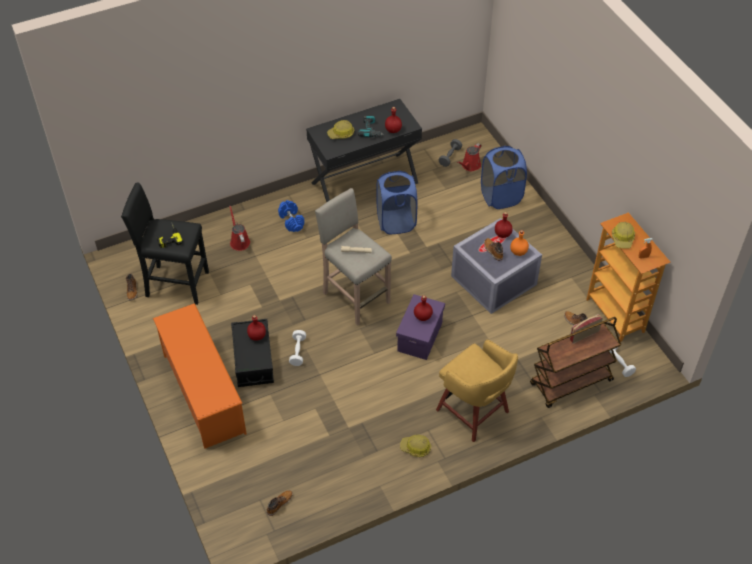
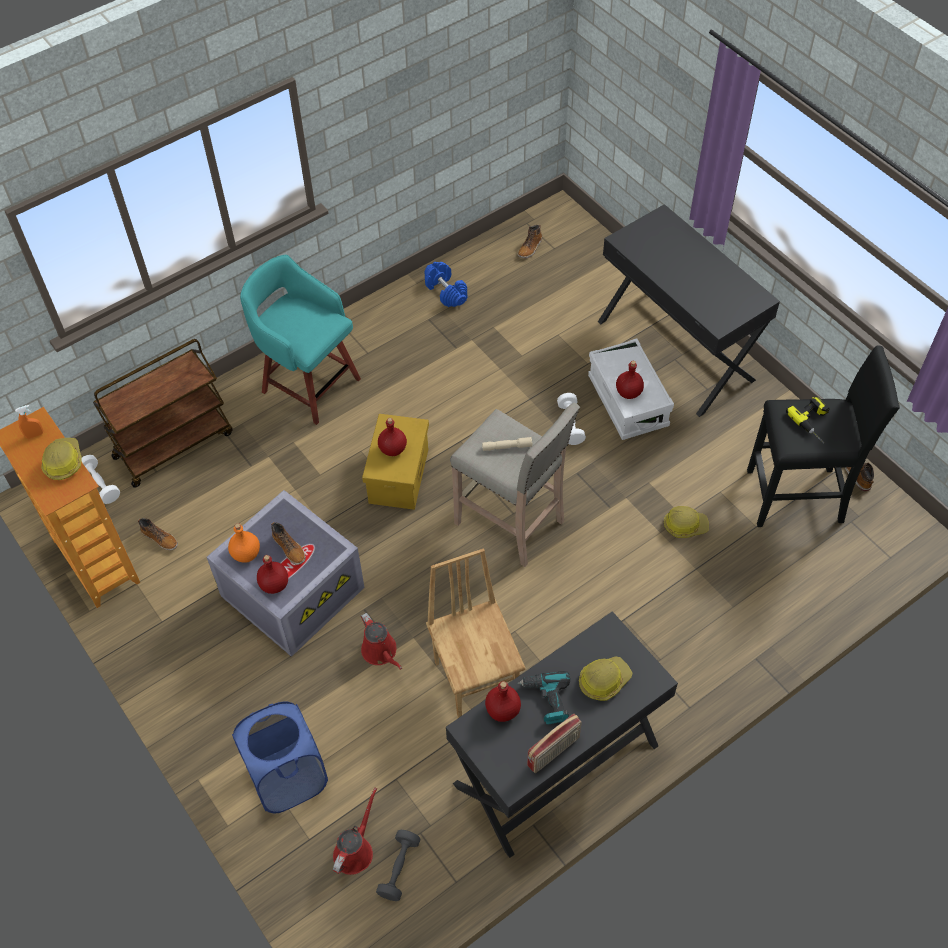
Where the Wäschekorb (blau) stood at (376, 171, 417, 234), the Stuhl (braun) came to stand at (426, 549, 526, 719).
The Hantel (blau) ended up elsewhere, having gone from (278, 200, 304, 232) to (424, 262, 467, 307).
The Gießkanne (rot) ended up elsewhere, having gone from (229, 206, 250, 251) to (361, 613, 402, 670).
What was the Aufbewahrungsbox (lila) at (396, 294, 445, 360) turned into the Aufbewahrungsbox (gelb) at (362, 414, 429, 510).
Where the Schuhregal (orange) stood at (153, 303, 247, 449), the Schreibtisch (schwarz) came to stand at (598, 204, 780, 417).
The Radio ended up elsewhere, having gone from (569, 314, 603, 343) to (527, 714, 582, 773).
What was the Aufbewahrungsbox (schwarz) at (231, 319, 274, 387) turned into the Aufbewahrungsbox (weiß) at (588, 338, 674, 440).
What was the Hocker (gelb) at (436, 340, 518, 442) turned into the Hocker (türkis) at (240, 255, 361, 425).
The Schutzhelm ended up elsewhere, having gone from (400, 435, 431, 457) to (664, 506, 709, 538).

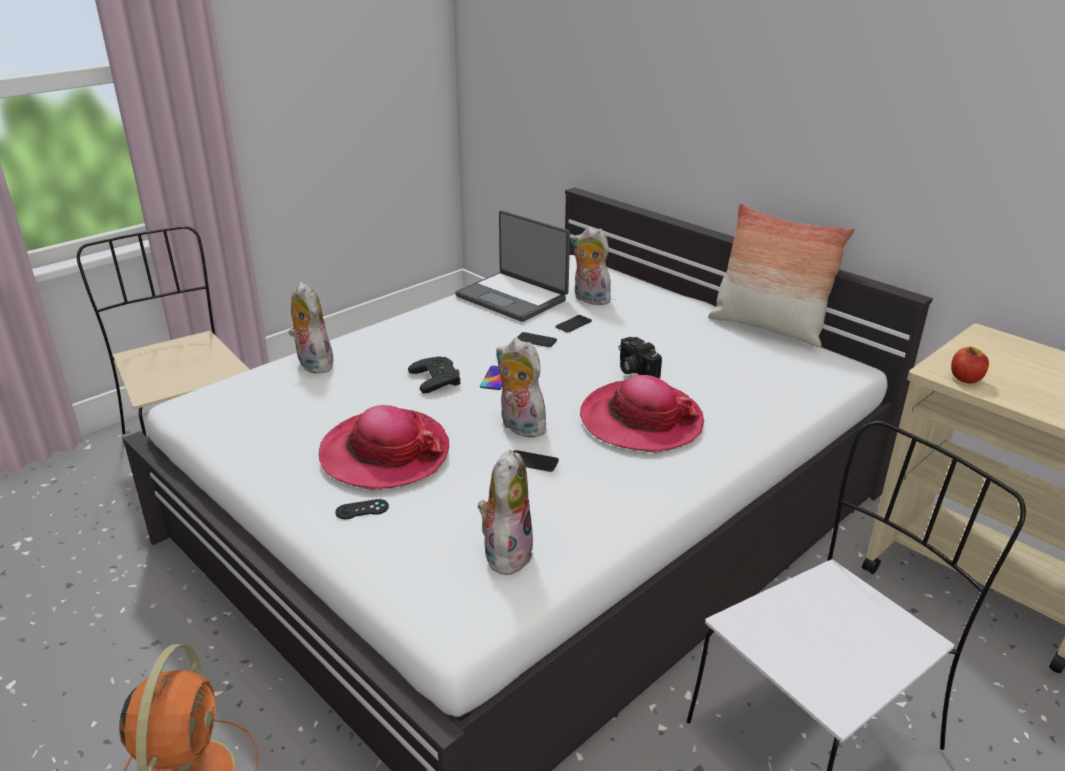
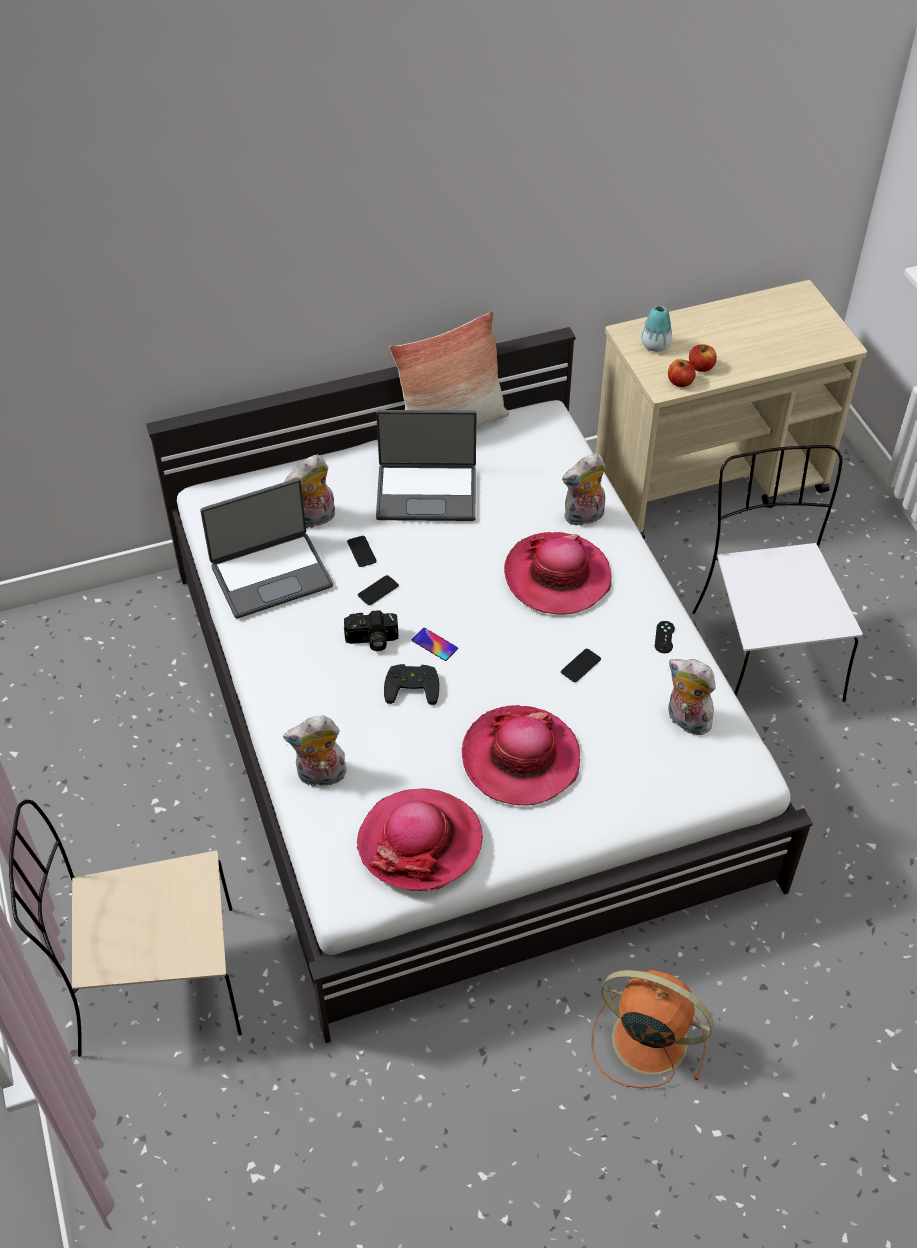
The Kamera ended up elsewhere, having gone from (618, 337, 662, 378) to (344, 610, 398, 651).
The Plüschtier ended up elsewhere, having gone from (496, 338, 550, 438) to (562, 453, 605, 527).
The Gamepad (schwarz) ended up elsewhere, having gone from (335, 499, 389, 519) to (655, 621, 675, 653).
The second view gained the Vase at (641, 306, 672, 352).
The second view gained the Apfel at (689, 344, 717, 372).
The second view gained the Laptop at (376, 410, 477, 521).
The second view gained the Hut at (357, 789, 483, 891).

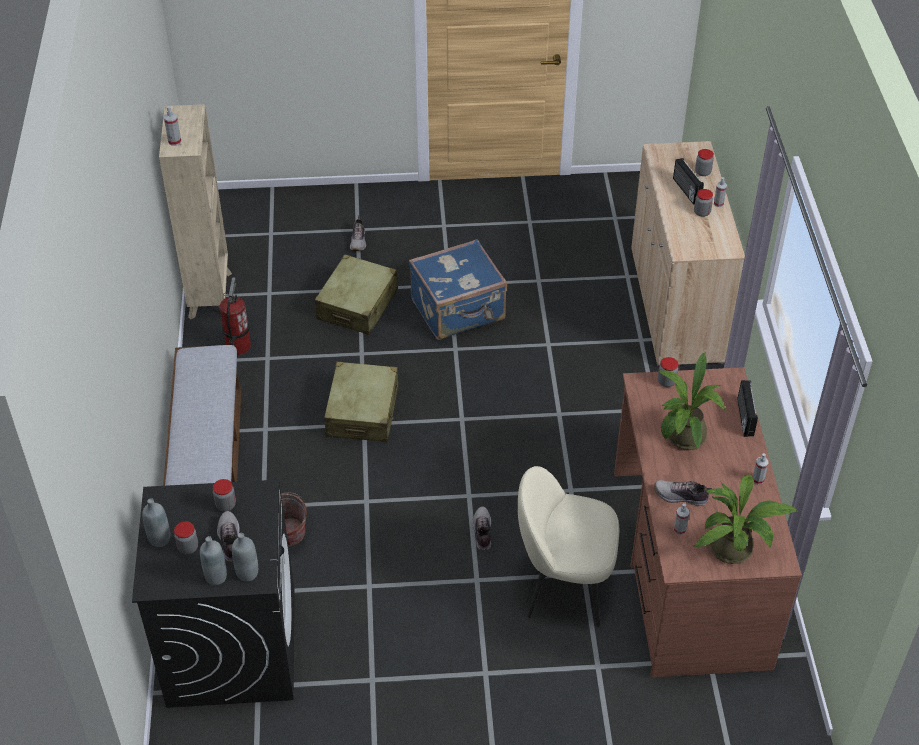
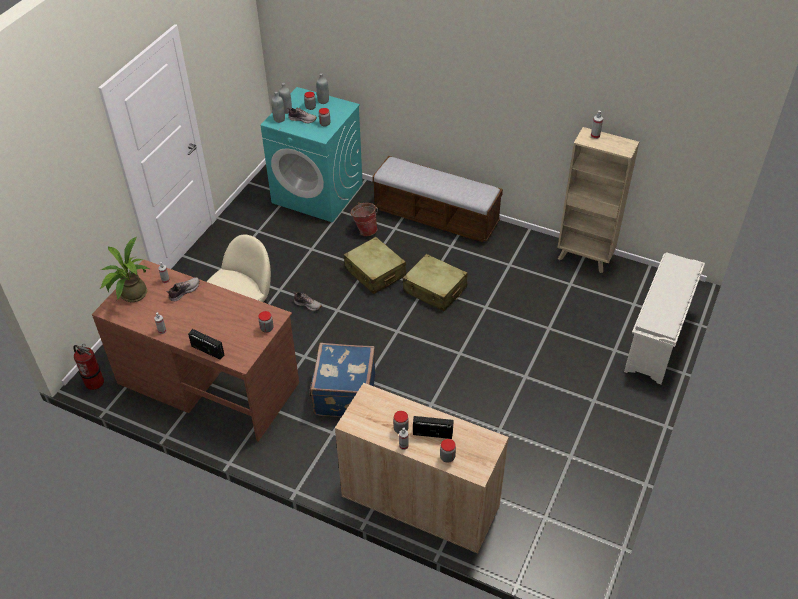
The second view lost the Schuh at (350, 215, 366, 251).
The Koffer (blau) ended up elsewhere, having gone from (409, 239, 507, 340) to (309, 343, 376, 417).
The Koffer (beige) ended up elsewhere, having gone from (315, 254, 398, 335) to (344, 237, 406, 294).
The Feuerlöscher ended up elsewhere, having gone from (220, 277, 251, 356) to (73, 344, 104, 390).
The second view lost the Topfpflanze at (659, 352, 725, 450).
What was the Waschmaschine (schwarz) at (132, 480, 295, 708) turned into the Waschmaschine (türkis) at (261, 87, 363, 223).
The second view gained the Schuhregal (weiß) at (624, 253, 705, 384).

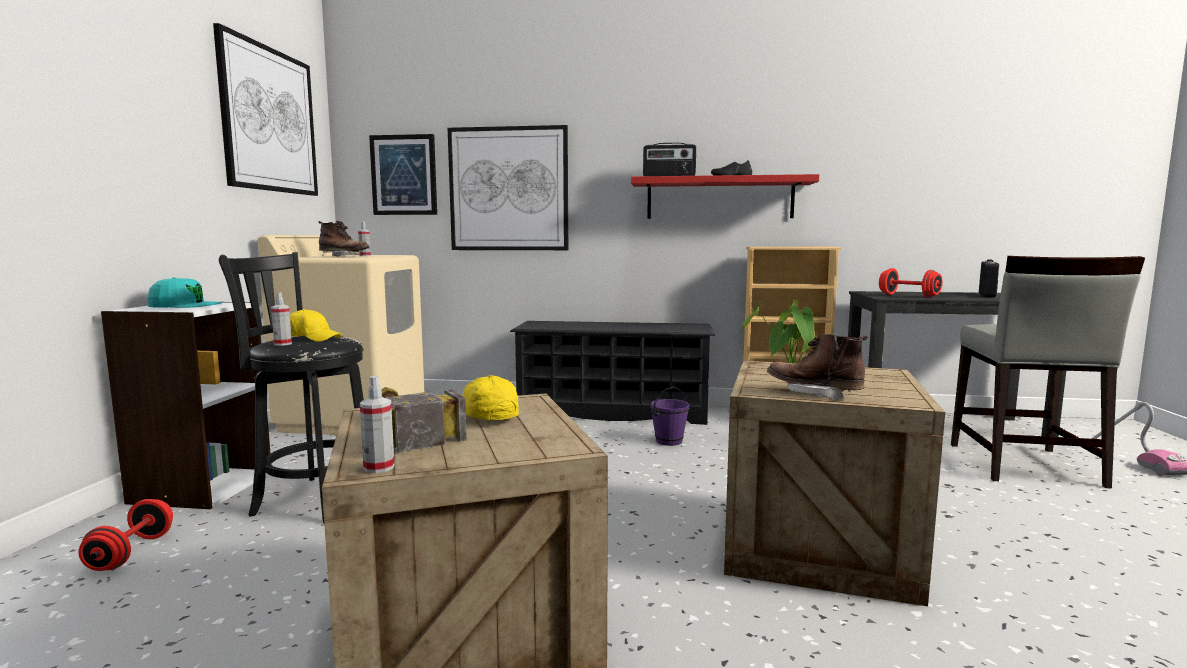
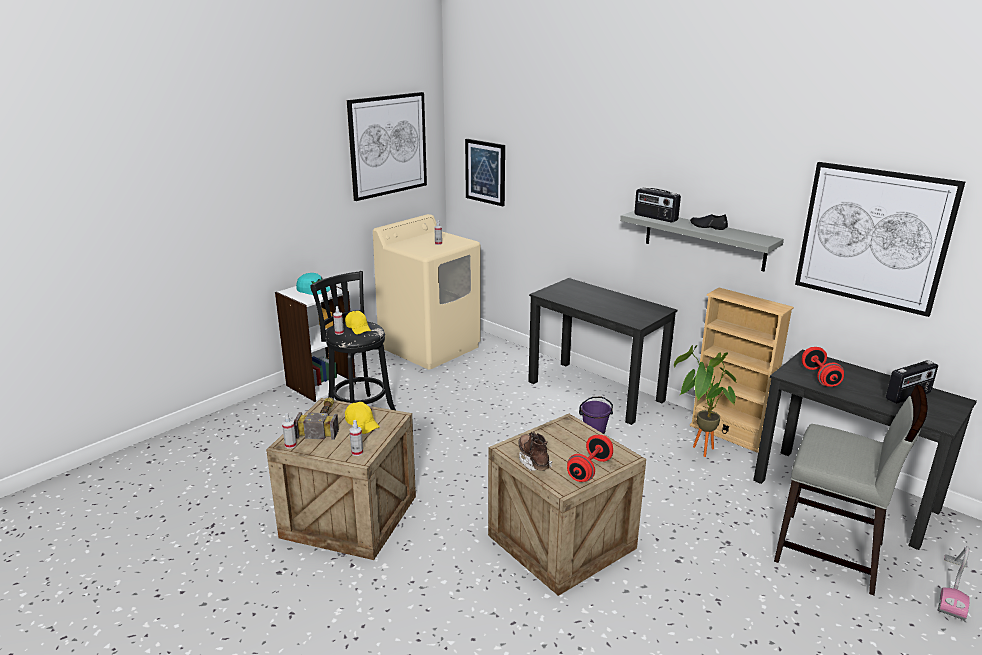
The Bild ended up elsewhere, having gone from (448, 125, 568, 250) to (795, 162, 965, 317).
What was the Wandregal (rot) at (631, 174, 819, 219) turned into the Wandregal (grau) at (620, 211, 784, 271).
The second view lost the Stiefel (braun) at (318, 221, 369, 257).
The Stuhl (grau) at (951, 256, 1145, 489) ended up facing another way, 105 degrees counterclockwise from before.
Where the Schuhregal (schwarz) stood at (510, 321, 715, 425), the Schreibtisch (schwarz) came to stand at (528, 278, 677, 425).
The Kappe (gelb) at (462, 375, 519, 420) ended up facing another way, 135 degrees clockwise from before.
The Hantel (rot) ended up elsewhere, having gone from (78, 499, 173, 571) to (567, 435, 613, 482).
The second view gained the Sprühflasche at (350, 420, 363, 456).

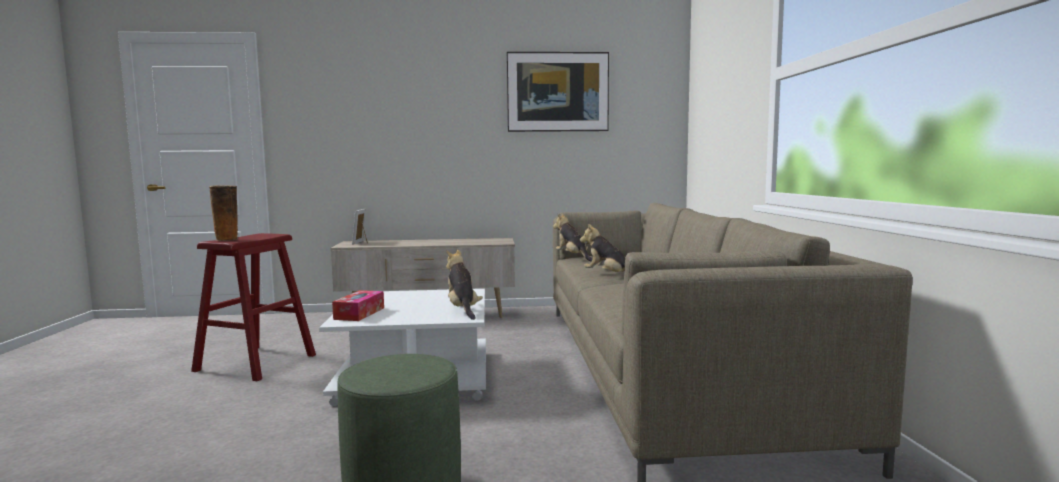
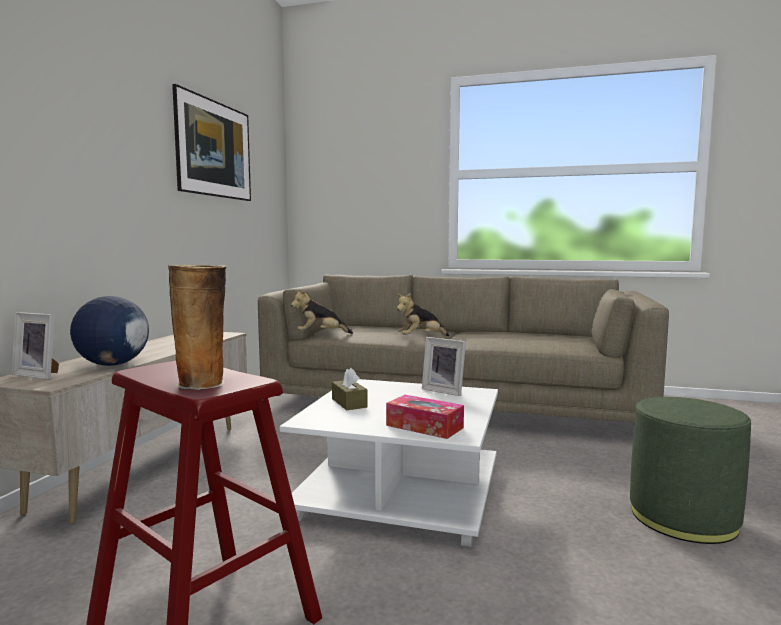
Where the Plüschtier stood at (446, 250, 483, 320), the Bilderrahmen came to stand at (422, 337, 466, 396).
The second view gained the Globus at (70, 296, 149, 366).
The second view gained the Taschentuchbox (braun) at (332, 368, 368, 410).

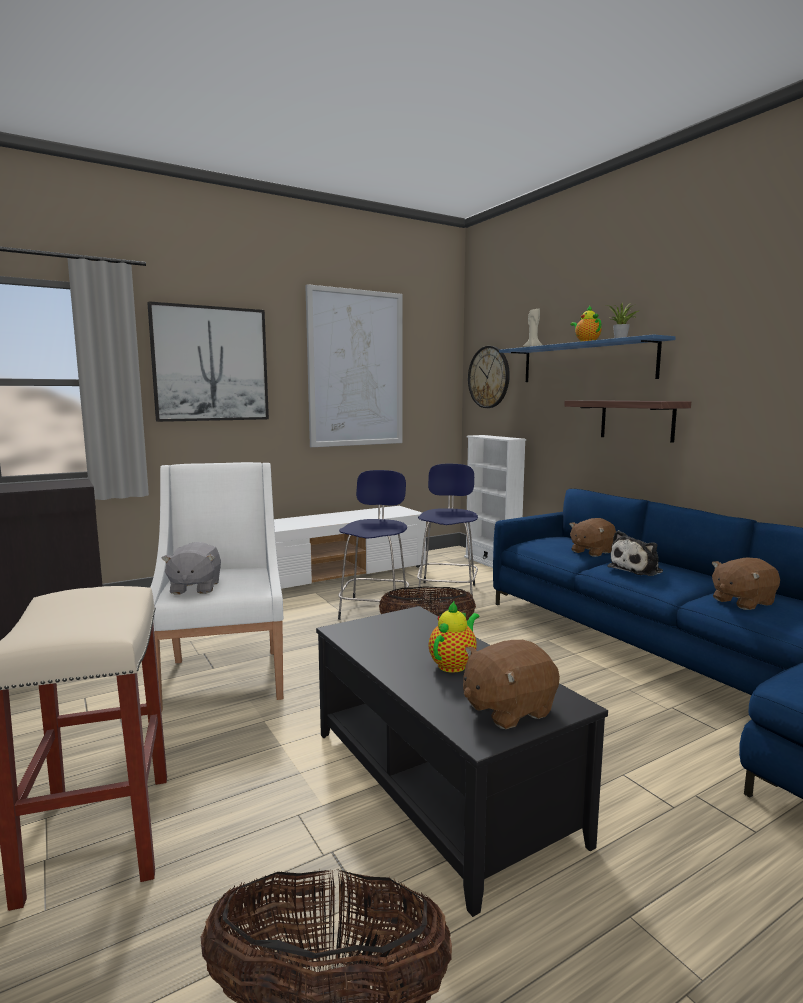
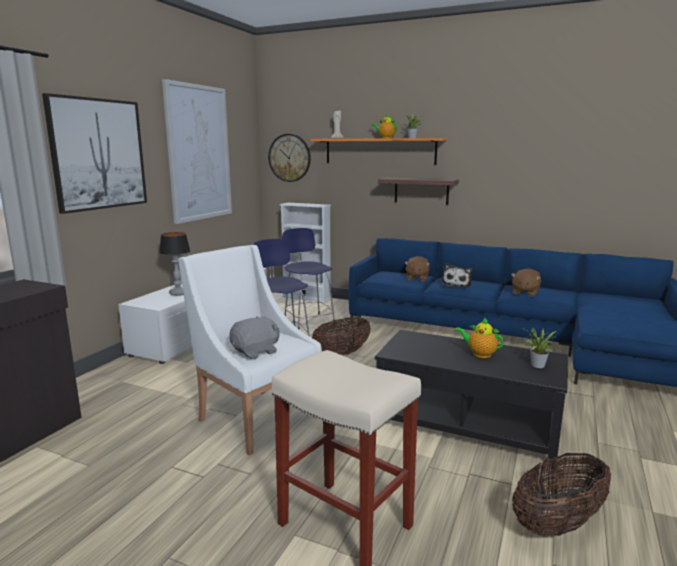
What was the Wandregal (blau) at (499, 334, 676, 382) turned into the Wandregal (orange) at (310, 138, 447, 165).
The Plüschtier (grau) at (161, 542, 221, 595) ended up facing another way, 90 degrees counterclockwise from before.
The Teekanne at (428, 601, 479, 673) ended up facing another way, 60 degrees counterclockwise from before.
Where the Plüschtier (braun) stood at (463, 640, 560, 729), the Topfpflanze came to stand at (522, 328, 557, 368).
The second view gained the Tischlampe at (159, 232, 191, 296).

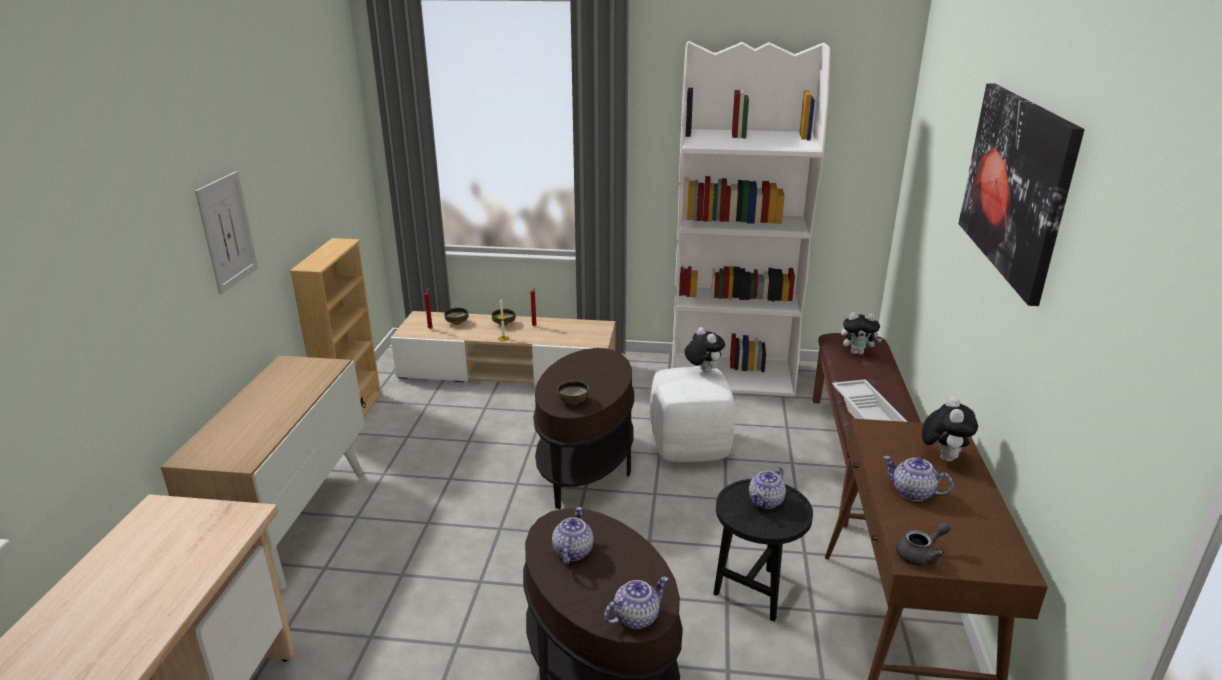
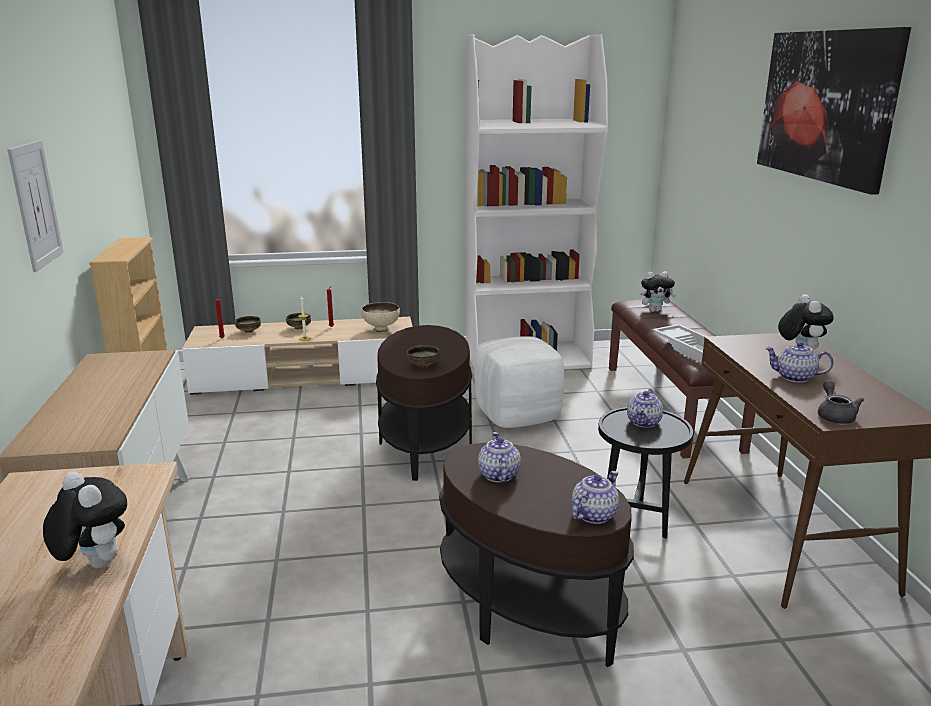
The Plüschtier ended up elsewhere, having gone from (684, 327, 725, 373) to (43, 471, 127, 569).
The Teekanne (grau) at (896, 522, 951, 566) ended up facing another way, 45 degrees counterclockwise from before.
The second view gained the Schüssel (beige) at (361, 302, 400, 332).

